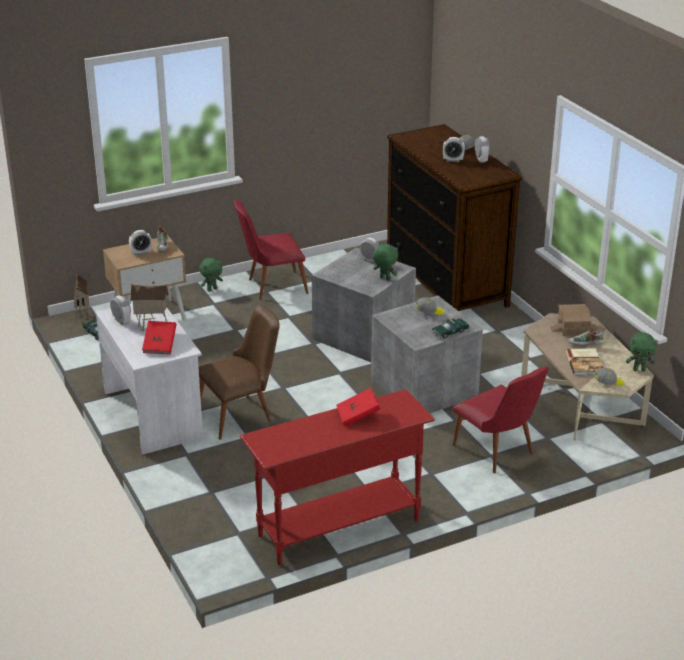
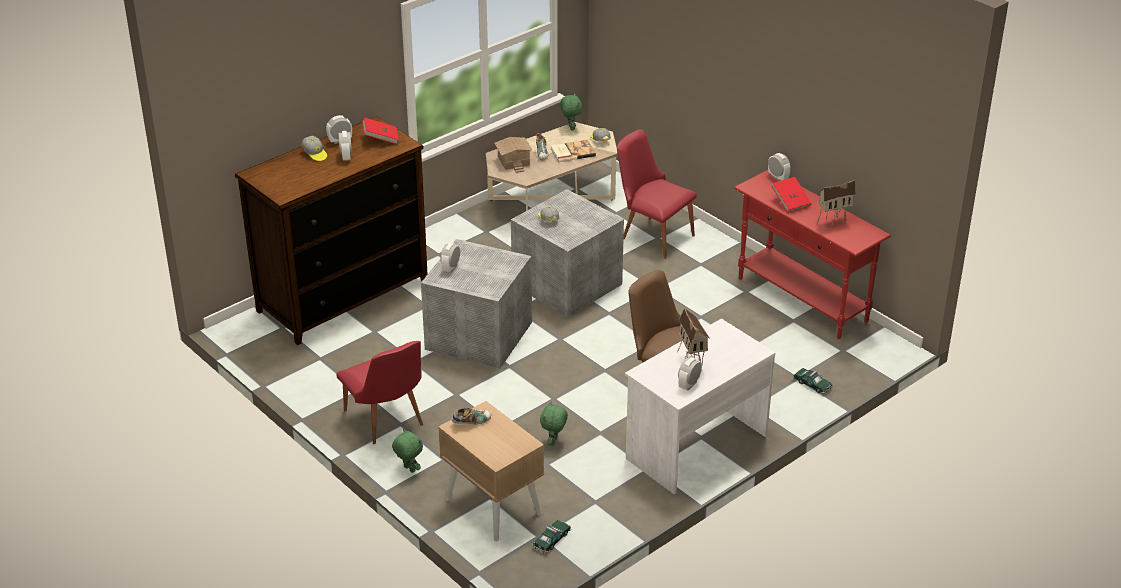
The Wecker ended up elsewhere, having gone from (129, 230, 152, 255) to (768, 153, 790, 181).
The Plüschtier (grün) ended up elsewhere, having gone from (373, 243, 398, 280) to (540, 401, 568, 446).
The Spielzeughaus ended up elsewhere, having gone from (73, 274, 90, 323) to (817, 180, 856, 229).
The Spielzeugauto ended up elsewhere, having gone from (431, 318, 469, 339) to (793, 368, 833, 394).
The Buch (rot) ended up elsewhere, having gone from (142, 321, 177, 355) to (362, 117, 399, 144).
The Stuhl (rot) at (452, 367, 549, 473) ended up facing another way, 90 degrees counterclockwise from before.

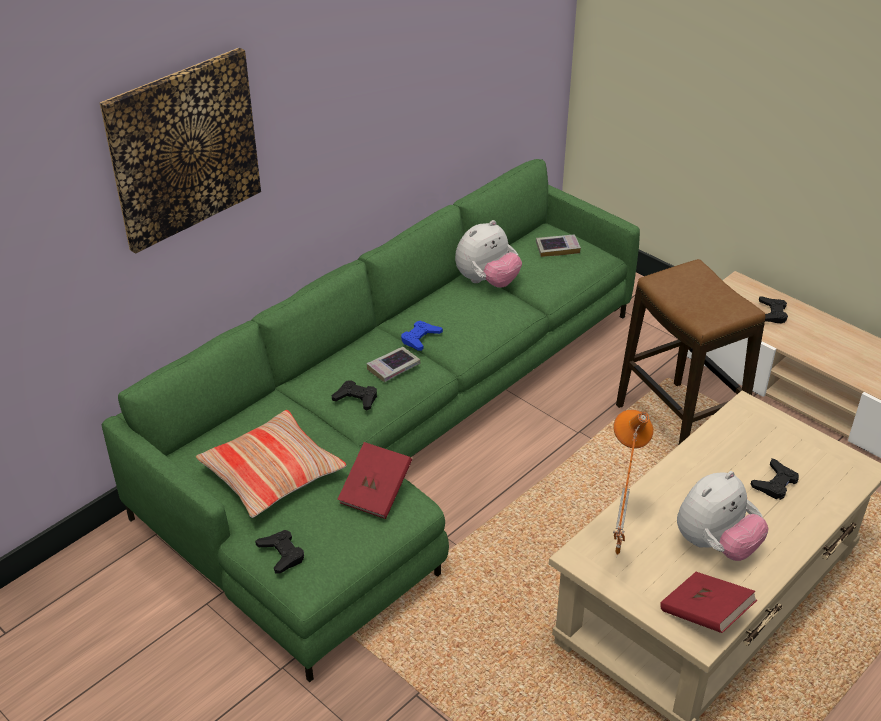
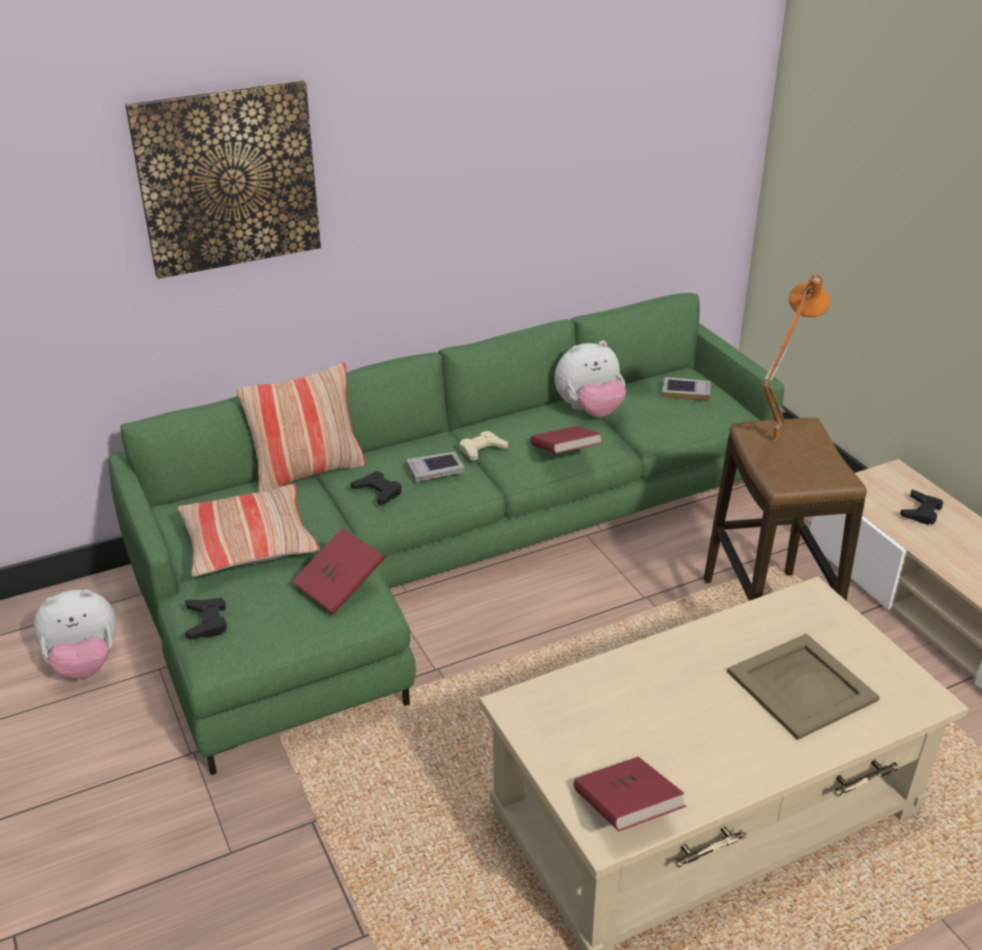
What was the Gamepad (blau) at (401, 321, 443, 351) turned into the Gamepad (beige) at (460, 431, 508, 460).
The Tischlampe (orange) ended up elsewhere, having gone from (613, 410, 653, 555) to (762, 274, 830, 442).
Where the Gamepad (schwarz) stood at (750, 458, 799, 500), the Tablett (beige) came to stand at (727, 633, 880, 740).
The Plüschtier ended up elsewhere, having gone from (677, 471, 769, 561) to (33, 590, 116, 679).
The second view gained the Kissen at (237, 363, 366, 492).
The second view gained the Buch (rot) at (530, 426, 602, 454).

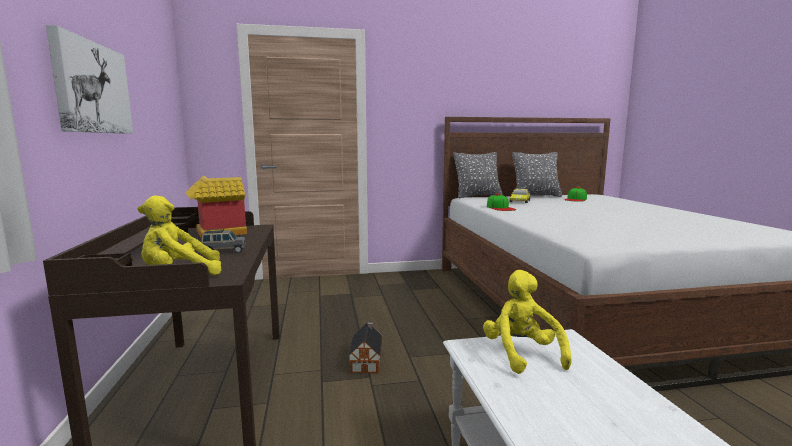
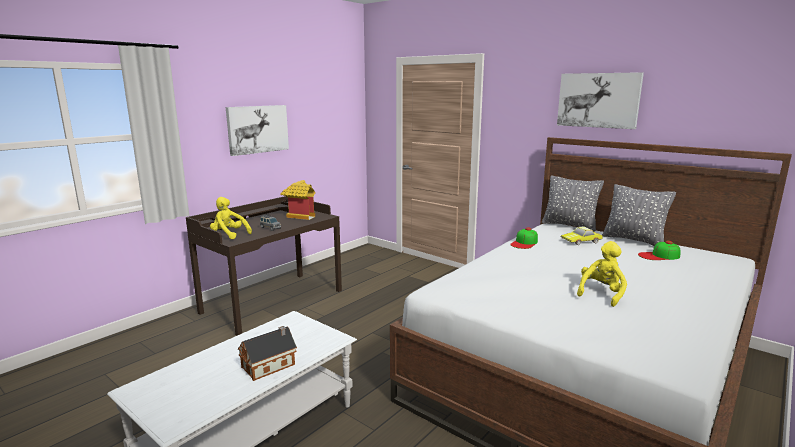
The Plüschtier (gelb) ended up elsewhere, having gone from (483, 270, 572, 374) to (577, 241, 627, 307).
The Spielzeughaus ended up elsewhere, having gone from (348, 322, 383, 374) to (238, 326, 297, 381).
The second view gained the Bild at (557, 72, 644, 129).

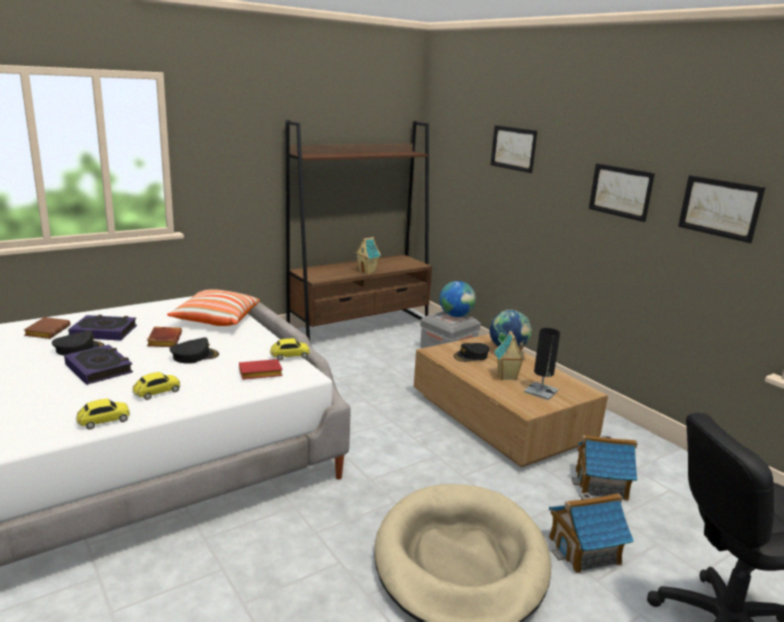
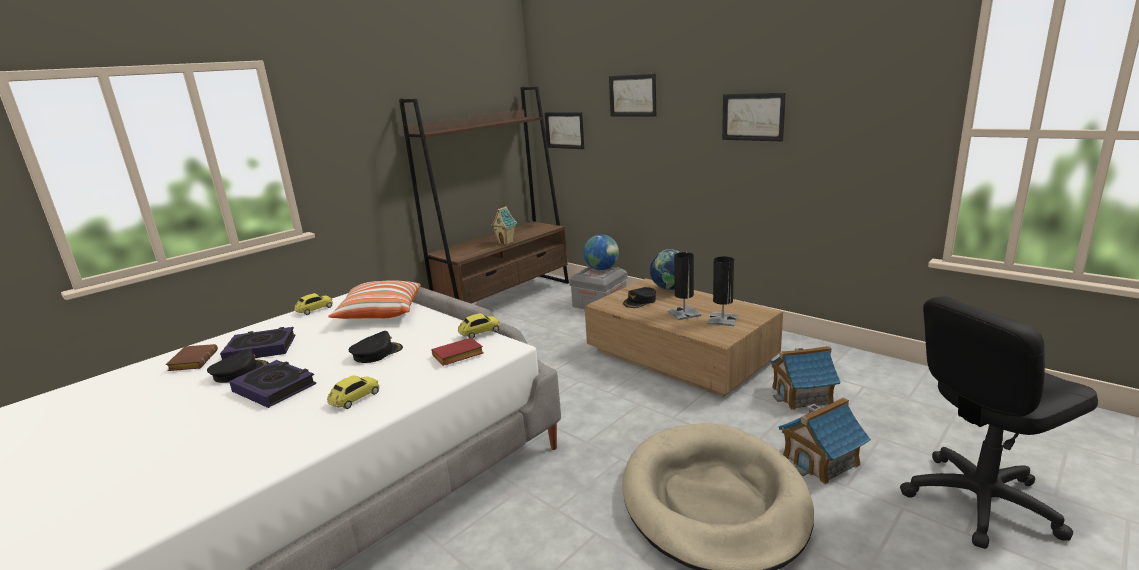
The Bild ended up elsewhere, having gone from (678, 175, 765, 243) to (545, 112, 584, 149).
The second view lost the Buch (braun) at (147, 327, 182, 347).
Where the Spielzeughaus stood at (494, 331, 526, 381), the Tischlampe (schwarz) came to stand at (668, 252, 701, 320).
The Spielzeugauto ended up elsewhere, having gone from (76, 399, 130, 429) to (294, 293, 333, 315).

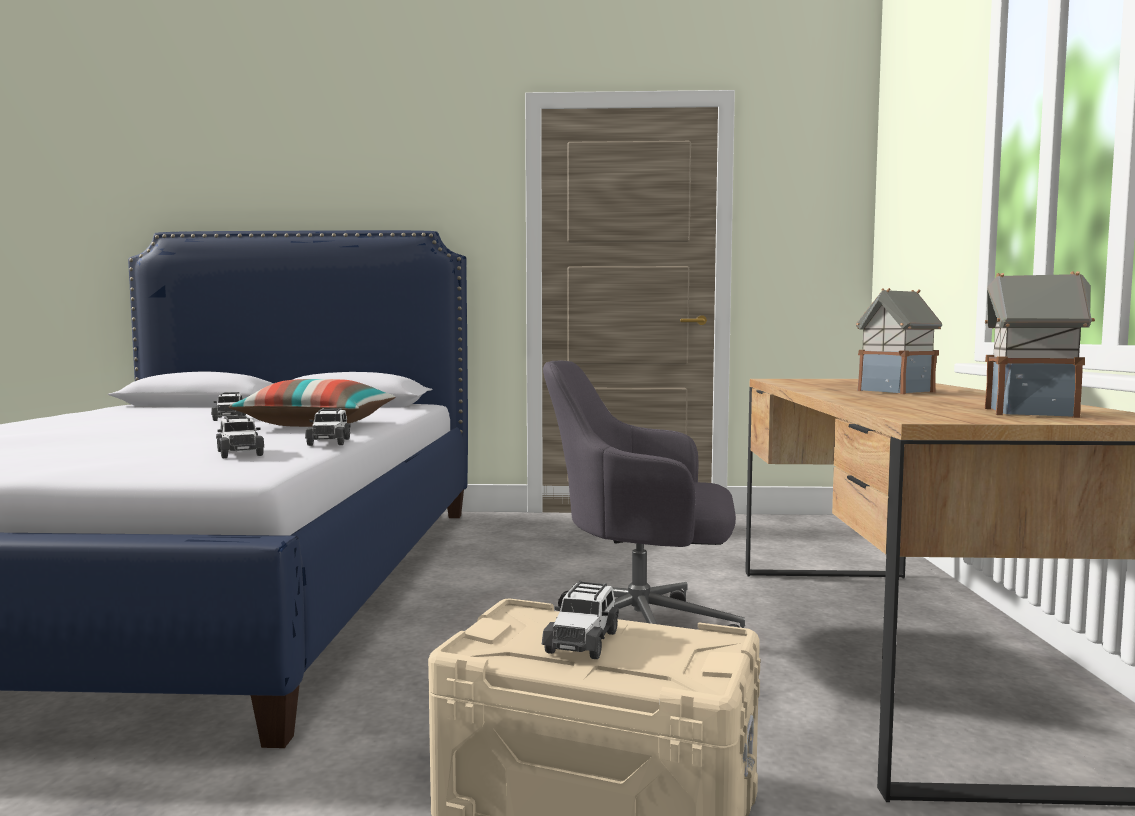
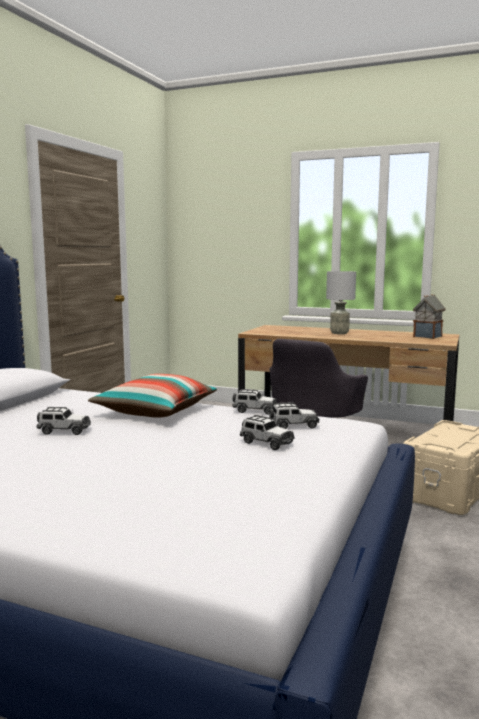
Where the Spielzeughaus stood at (856, 288, 942, 394), the Tischlampe (grau) came to stand at (326, 271, 356, 334).
The Spielzeugauto ended up elsewhere, having gone from (542, 581, 619, 659) to (240, 415, 295, 450).

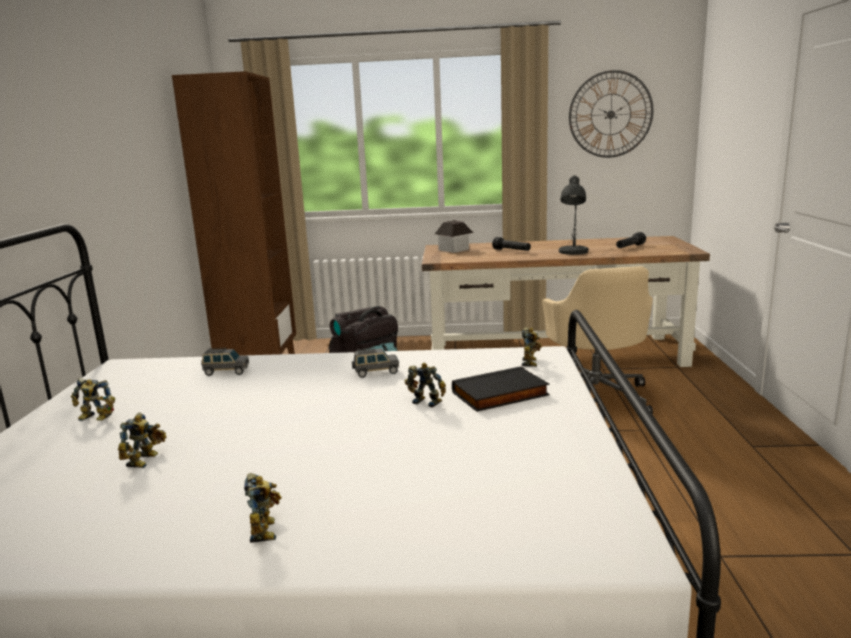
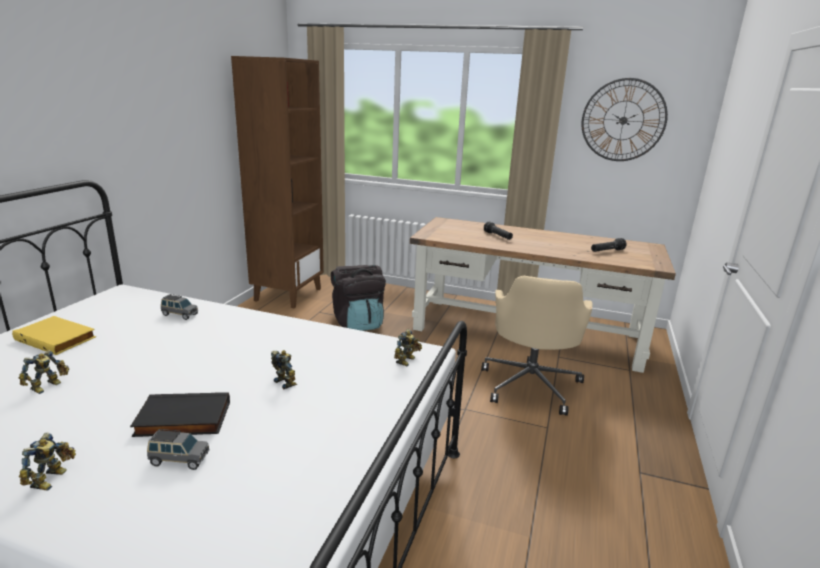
The second view lost the Tischlampe (grau) at (559, 175, 588, 255).
The second view lost the Spielzeughaus at (435, 220, 473, 253).
The Spielzeugauto (grau) ended up elsewhere, having gone from (352, 347, 399, 378) to (147, 429, 210, 470).
The Buch (schwarz) ended up elsewhere, having gone from (452, 366, 550, 412) to (130, 392, 230, 437).
Where the Spielzeugroboter stood at (71, 378, 115, 421), the Buch (gelb) came to stand at (12, 316, 96, 355).

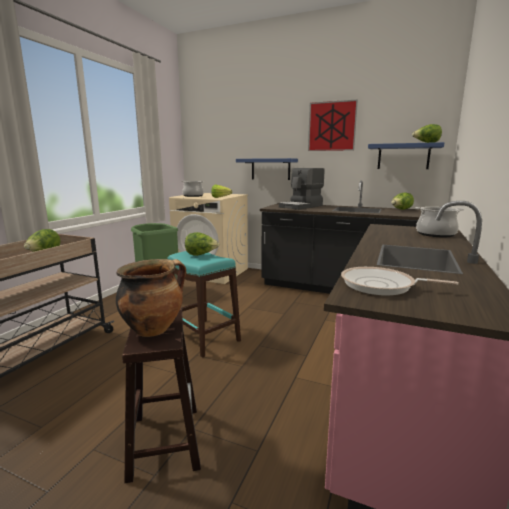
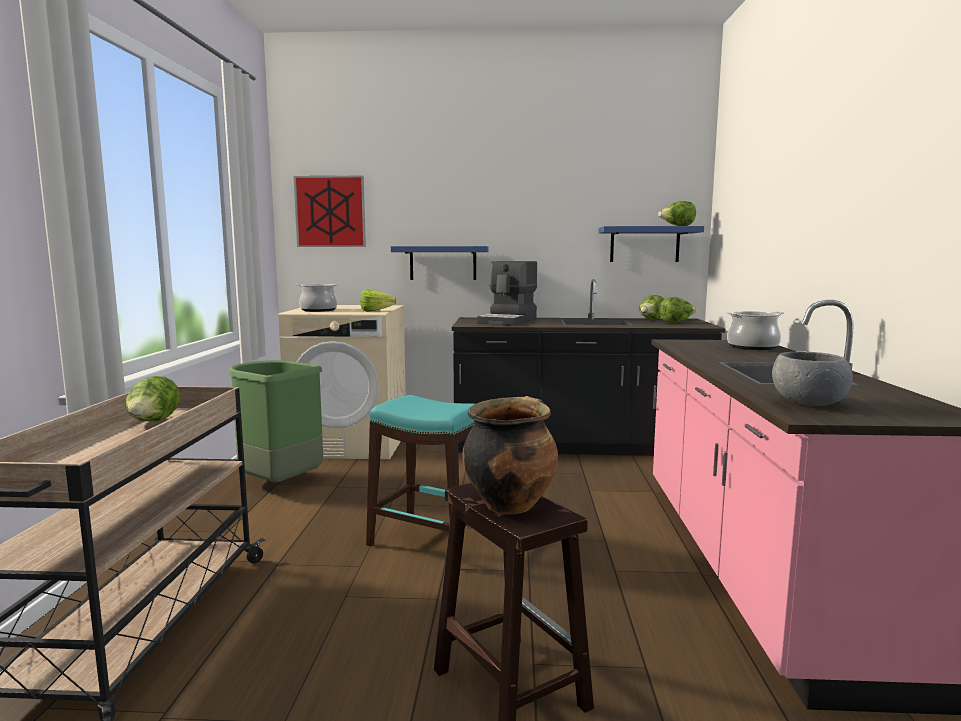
The Bild ended up elsewhere, having gone from (308, 99, 358, 151) to (294, 176, 366, 247).
The Salatkopf ended up elsewhere, having gone from (185, 232, 219, 256) to (659, 297, 696, 323).
Where the Pfanne stood at (341, 267, 459, 296), the Schüssel (grau) came to stand at (772, 351, 853, 406).

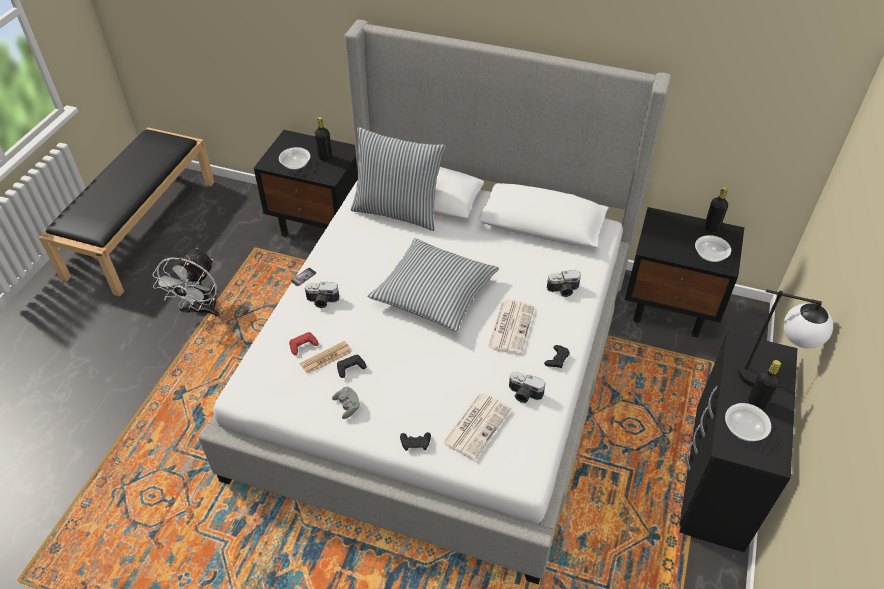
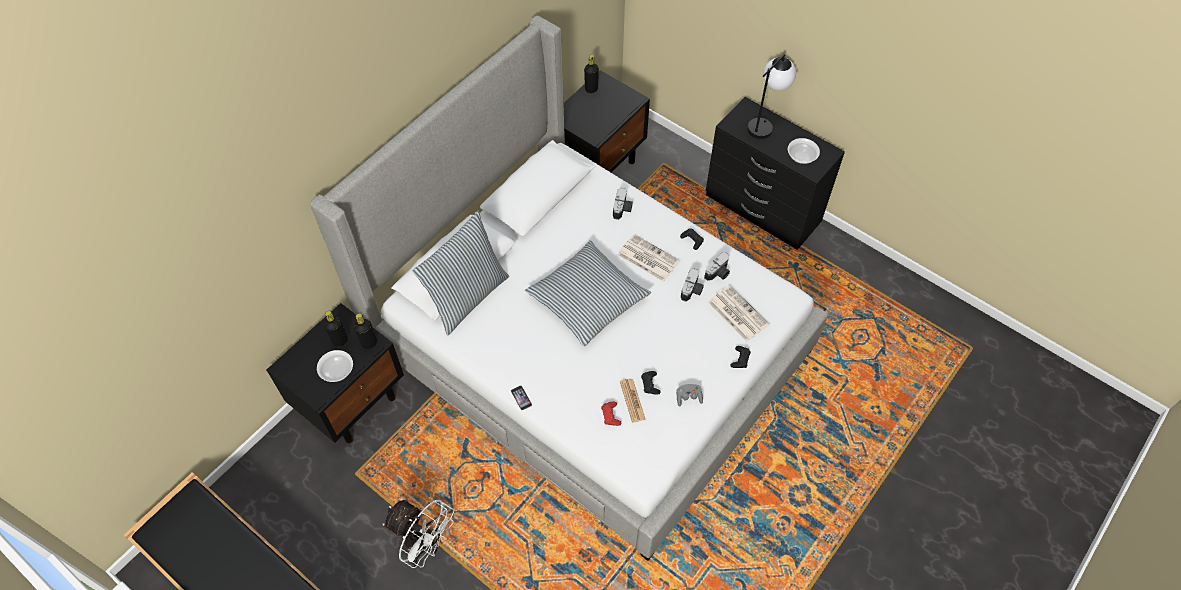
The second view lost the Schüssel at (695, 235, 731, 262).
The Kamera ended up elsewhere, having gone from (305, 282, 339, 308) to (681, 268, 704, 302).
The Flasche (schwarz) ended up elsewhere, having gone from (748, 360, 781, 409) to (354, 313, 377, 349).

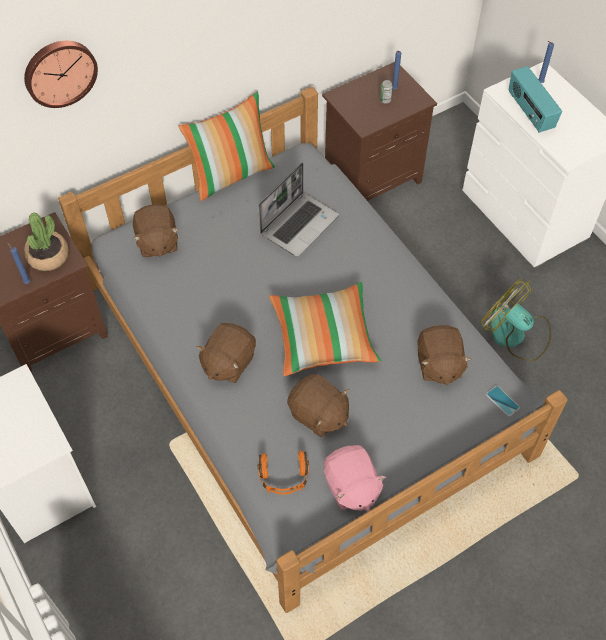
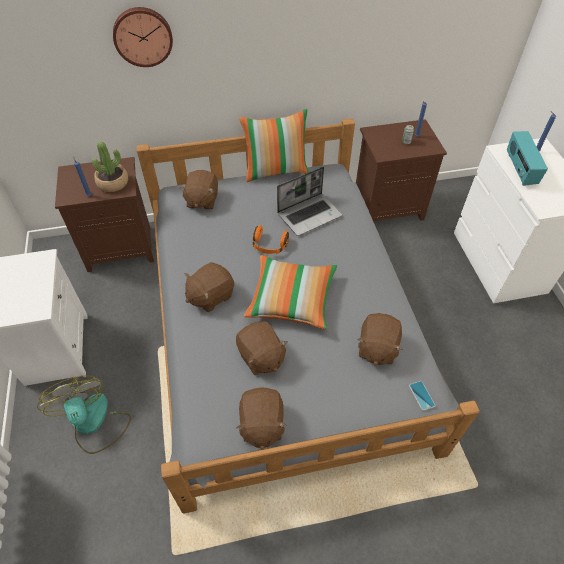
The Ventilator ended up elsewhere, having gone from (480, 279, 551, 361) to (37, 375, 131, 454).
What was the Plüschtier (rosa) at (324, 445, 386, 511) turned into the Plüschtier (braun) at (236, 388, 287, 450).
The Kopfhörer (orange) ended up elsewhere, having gone from (258, 450, 309, 495) to (253, 225, 289, 254).

